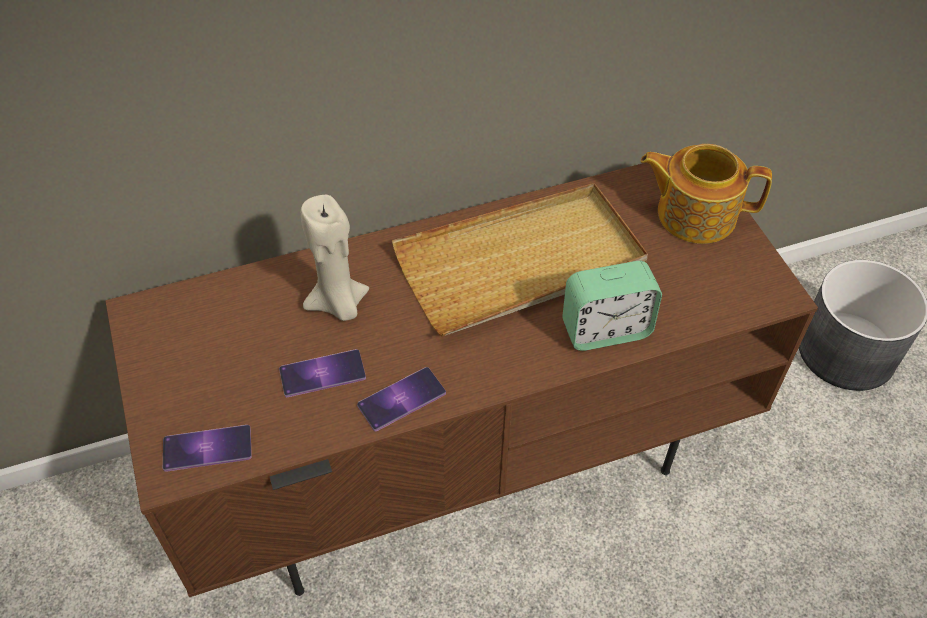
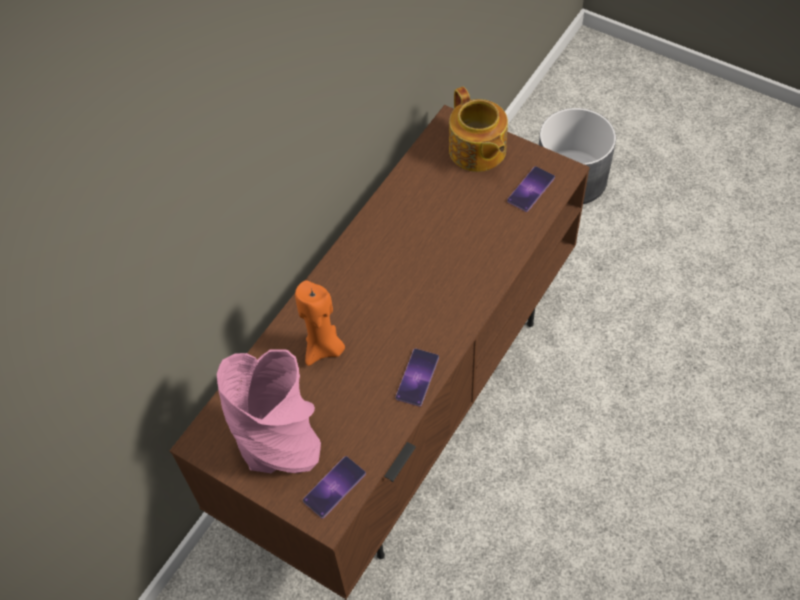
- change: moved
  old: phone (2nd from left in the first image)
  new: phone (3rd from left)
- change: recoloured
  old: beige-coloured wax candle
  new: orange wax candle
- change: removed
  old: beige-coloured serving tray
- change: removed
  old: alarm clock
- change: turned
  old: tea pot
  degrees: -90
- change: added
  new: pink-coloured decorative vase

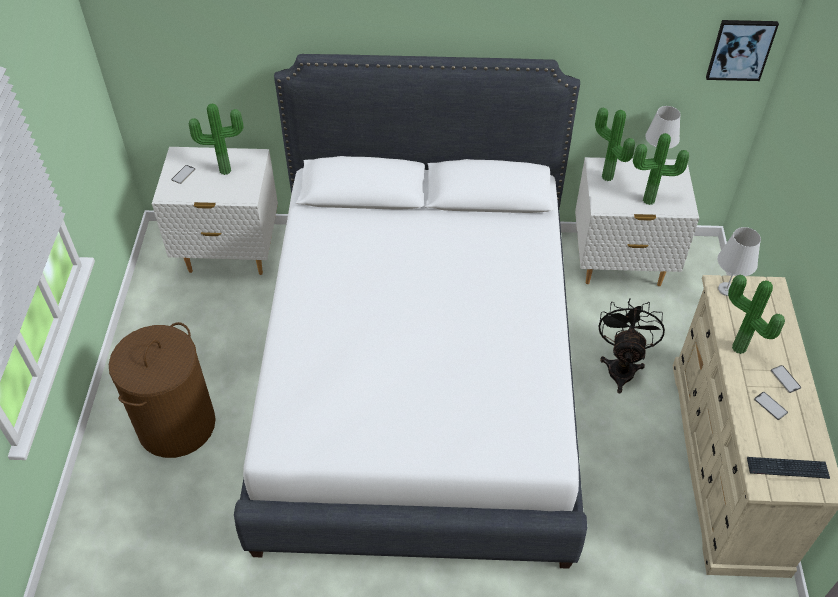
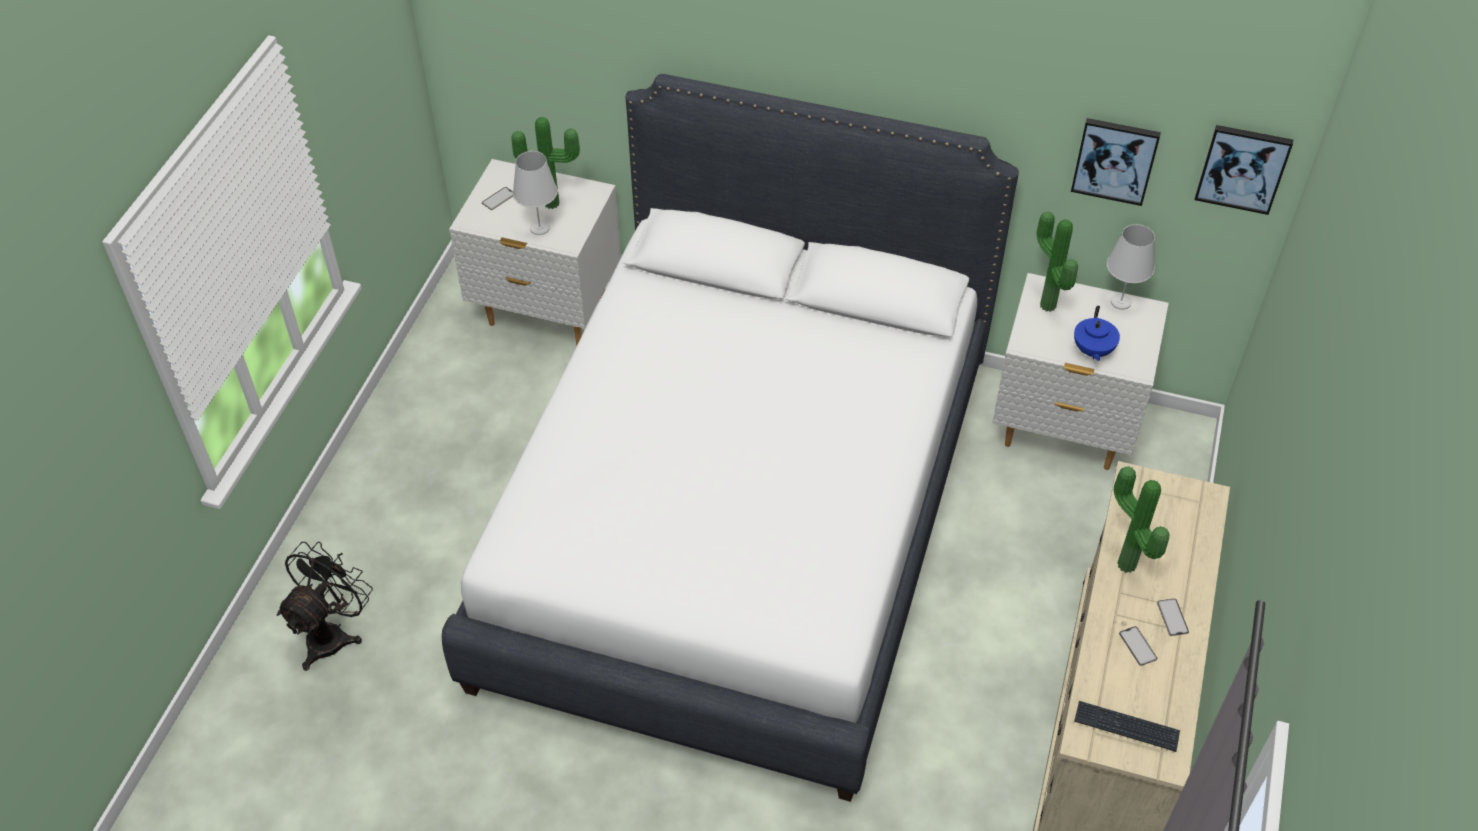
- change: removed
  old: brownish hamper
- change: moved
  old: black cooling fan
- change: replaced
  old: houseplant (3rd from left)
  new: blue tea pot
- change: moved
  old: whitish tabletop lamp (2nd from left in the first image)
  new: whitish tabletop lamp (1st from left)
- change: added
  new: wall picture (1st from left)

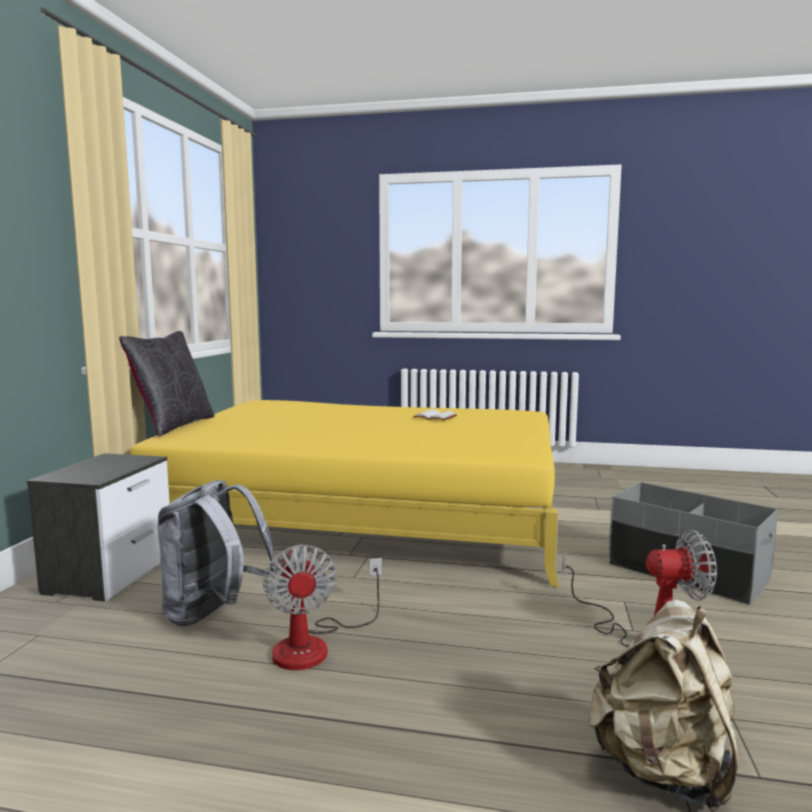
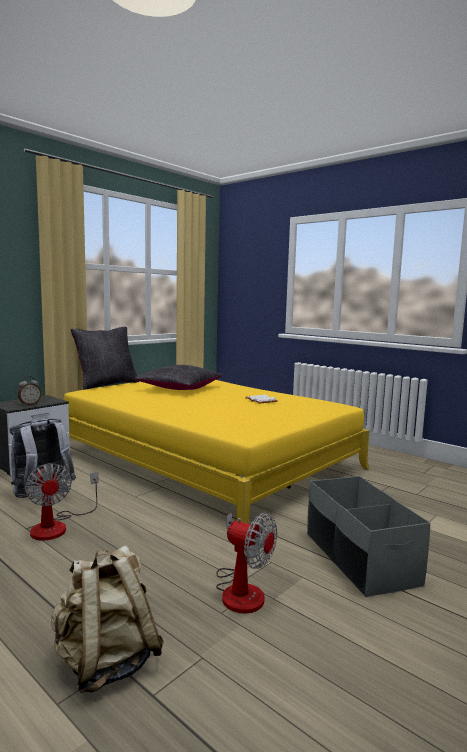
- change: turned
  old: cooling fan (1st from left)
  degrees: -45
- change: added
  new: alarm clock
- change: added
  new: black throw pillow (2nd from left)

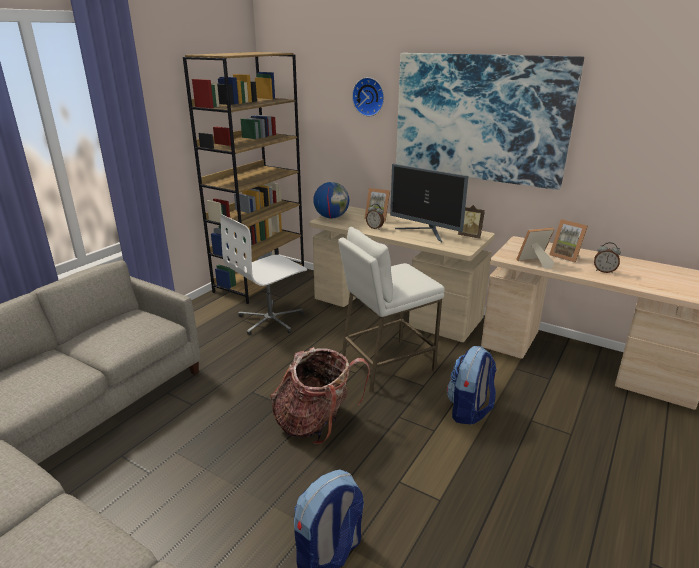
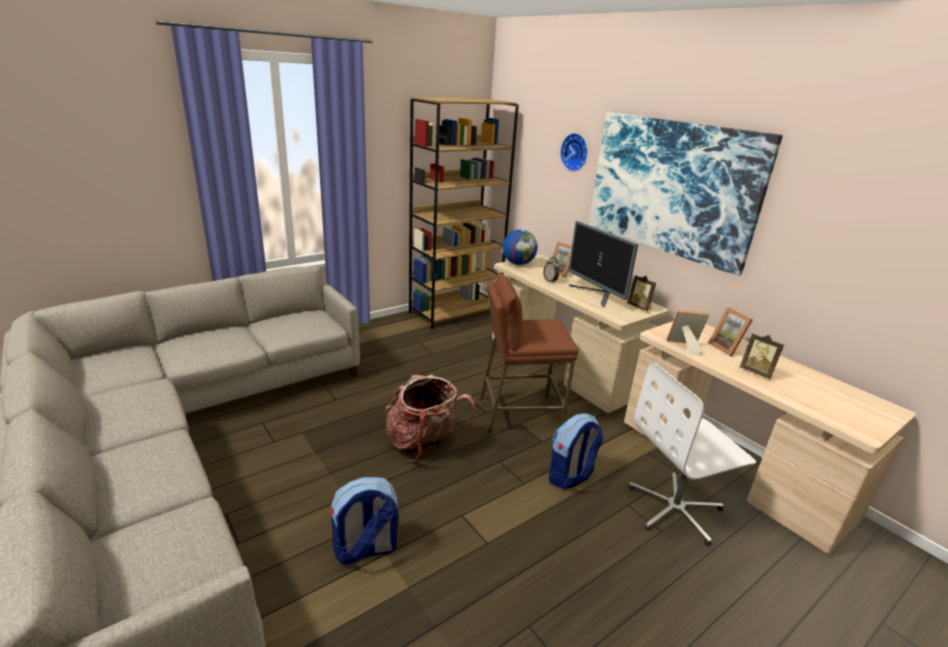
- change: moved
  old: whitish office chair
- change: recoloured
  old: whitish stool seat
  new: brownish stool seat
- change: replaced
  old: alarm clock (2nd from left)
  new: standing frame (5th from left)

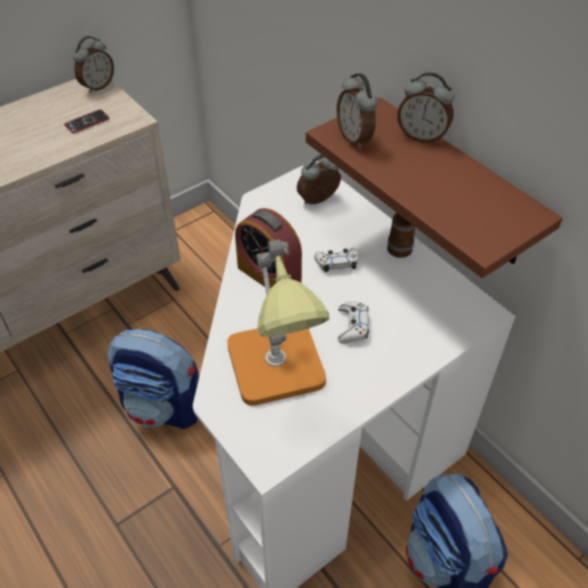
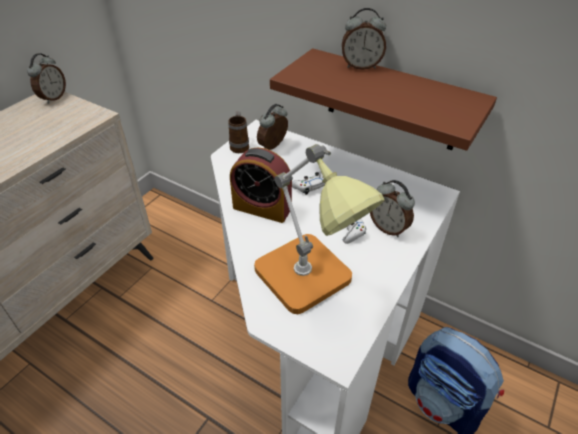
- change: removed
  old: phone
- change: removed
  old: backpack (1st from left)
- change: moved
  old: alarm clock (4th from left in the first image)
  new: alarm clock (5th from left)
- change: moved
  old: mug

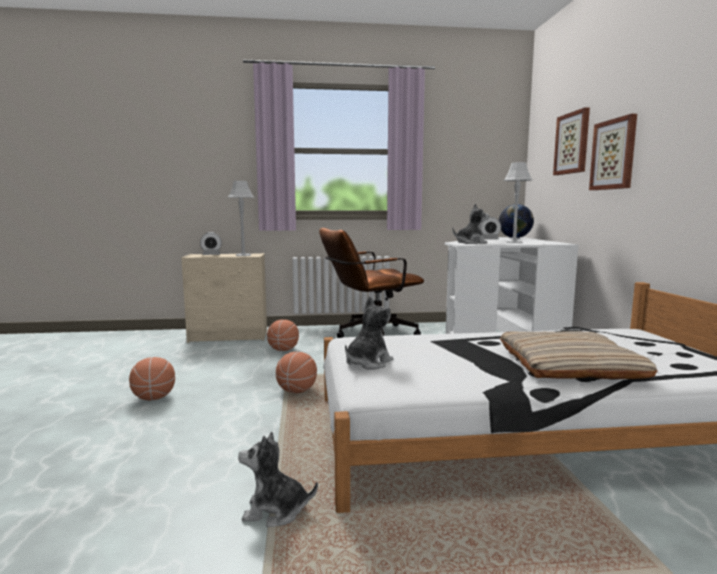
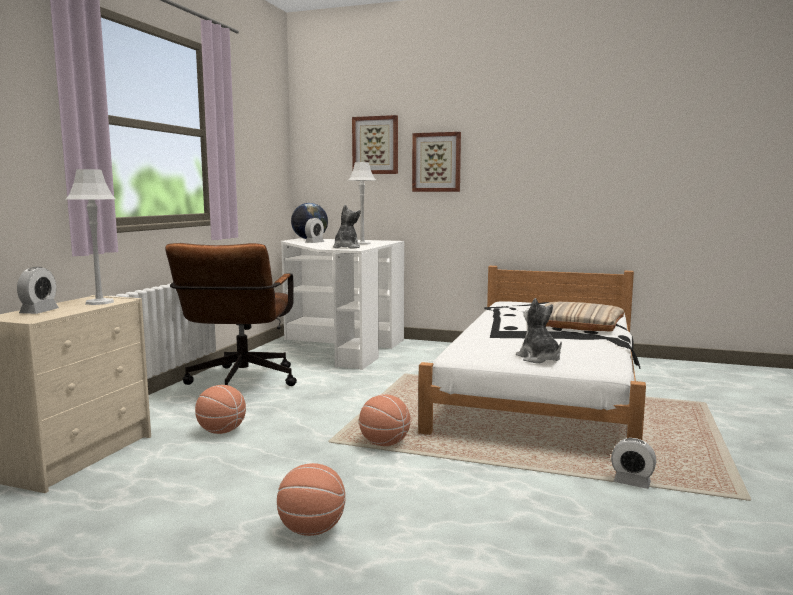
- change: replaced
  old: soft toy (1st from left)
  new: alarm clock (3rd from left)

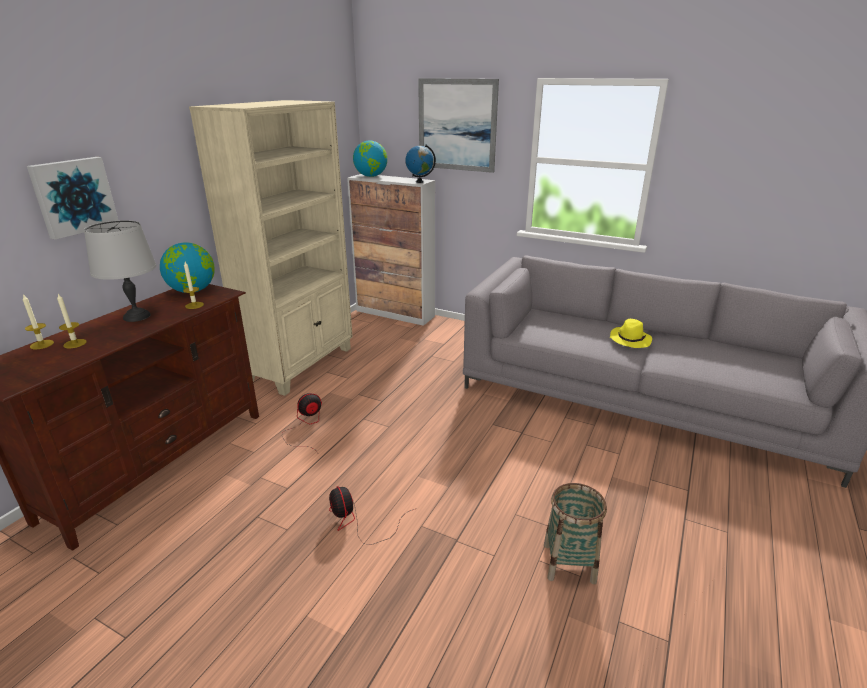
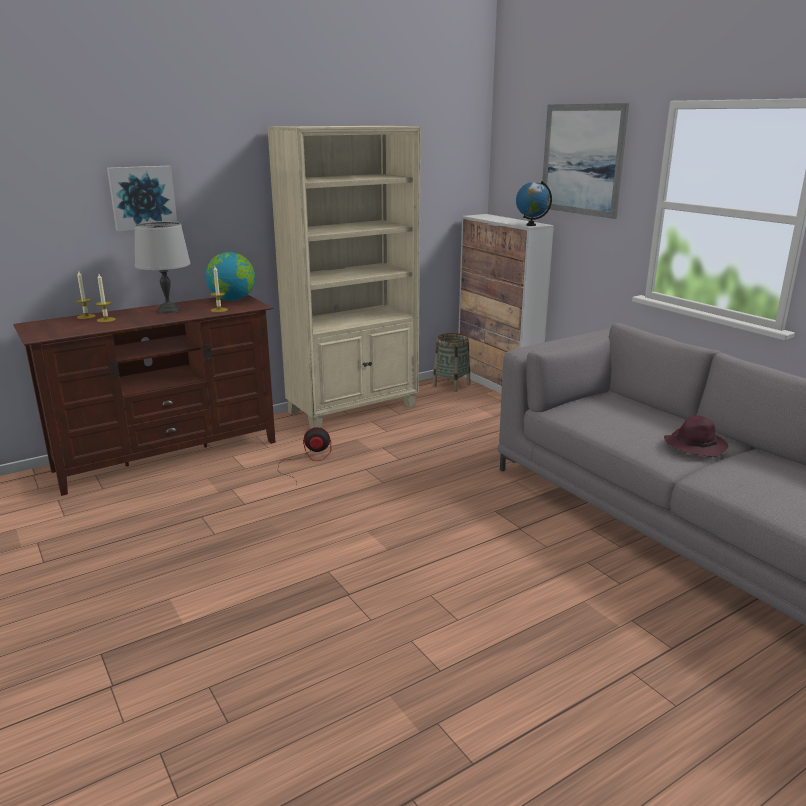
- change: removed
  old: cooling fan (2nd from left)
- change: removed
  old: world globe (2nd from left)
- change: moved
  old: storage basket
- change: recoloured
  old: yellow hat
  new: purple-coloured hat

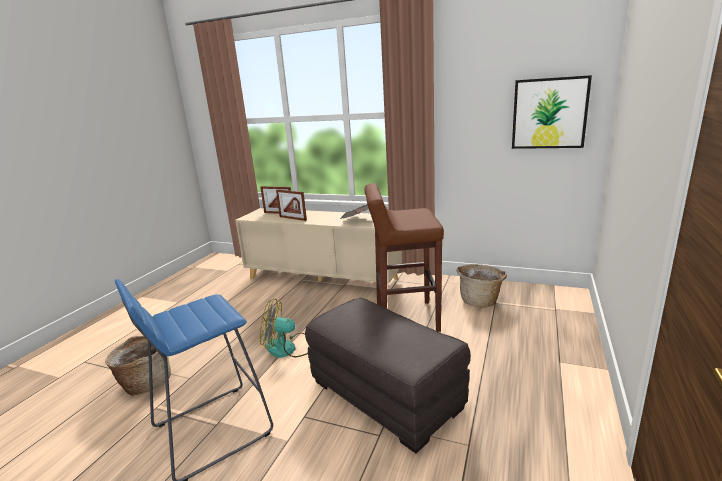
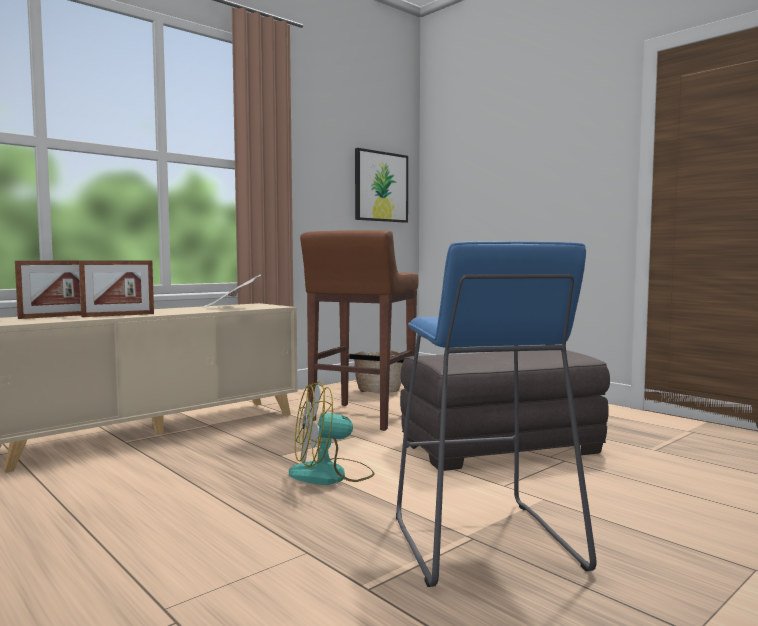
- change: removed
  old: storage basket (1st from left)
- change: turned
  old: cooling fan
  degrees: 45

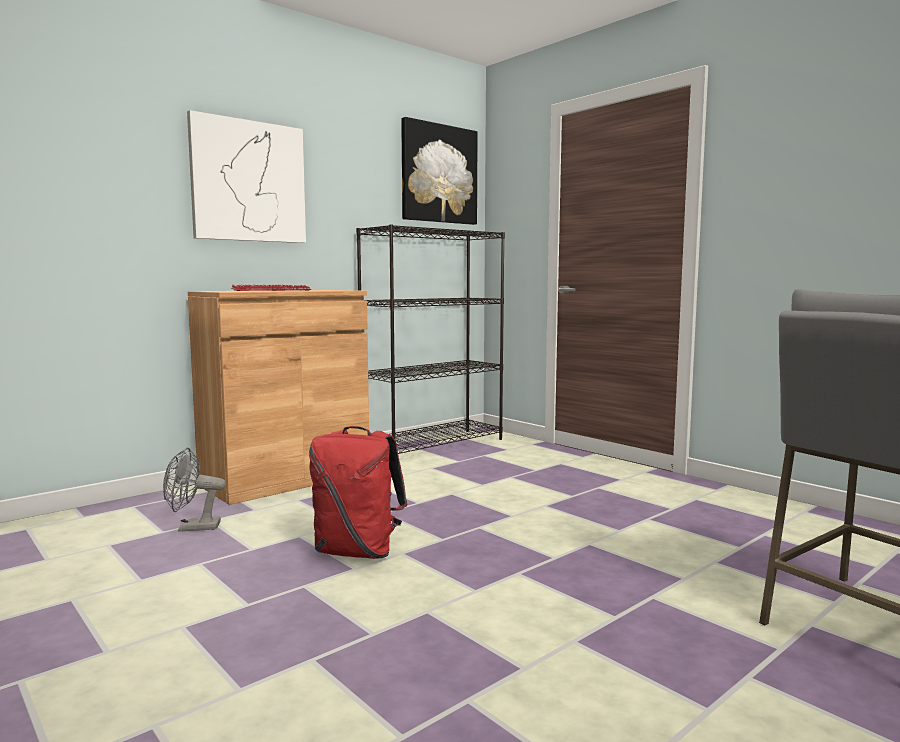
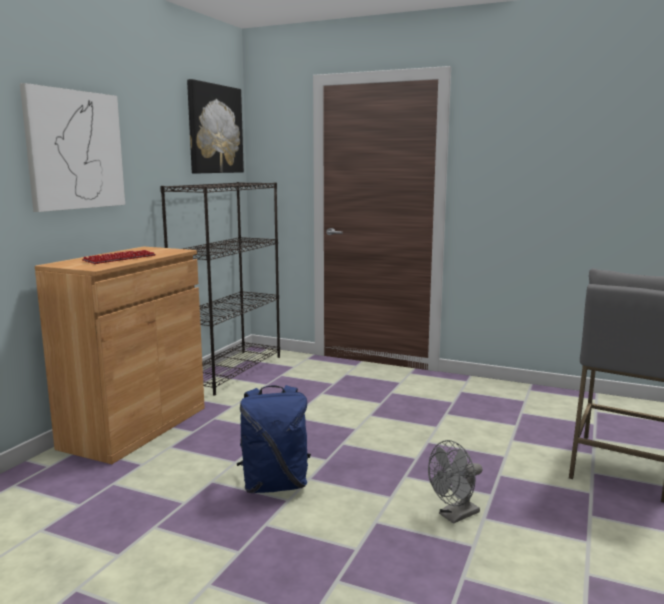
- change: moved
  old: greyish cooling fan
- change: recoloured
  old: red-coloured backpack
  new: blue backpack

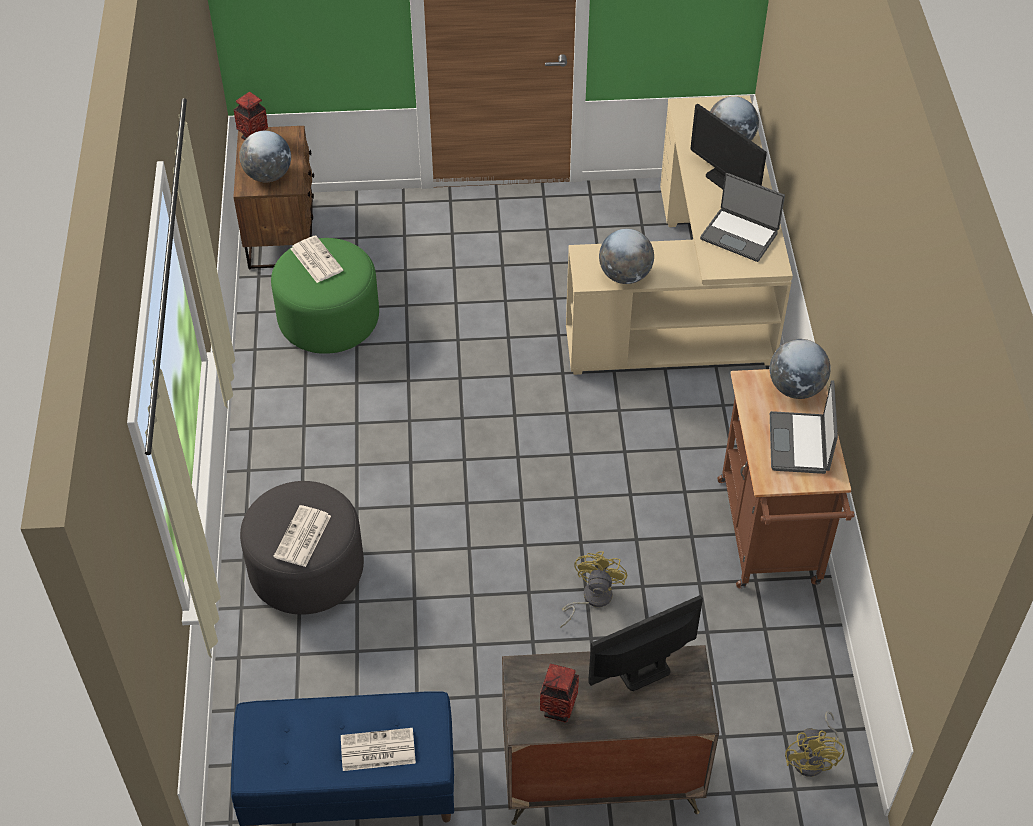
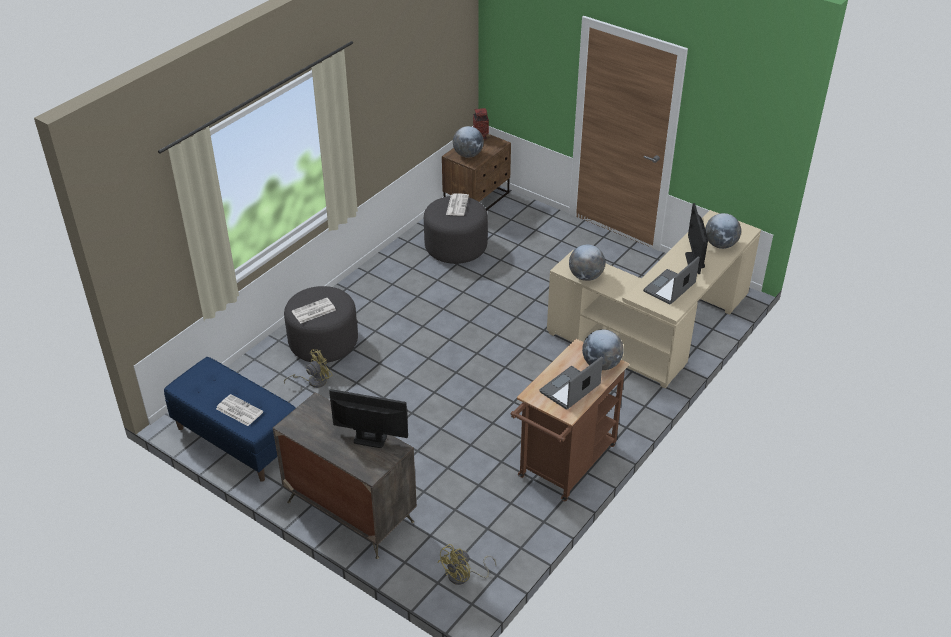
- change: recoloured
  old: green-coloured footrest
  new: greyish footrest (2nd from left)
- change: removed
  old: decorative vase (2nd from left)
- change: moved
  old: yellow cooling fan (1st from left)
- change: turned
  old: portable computer (1st from left in the first image)
  degrees: 60

